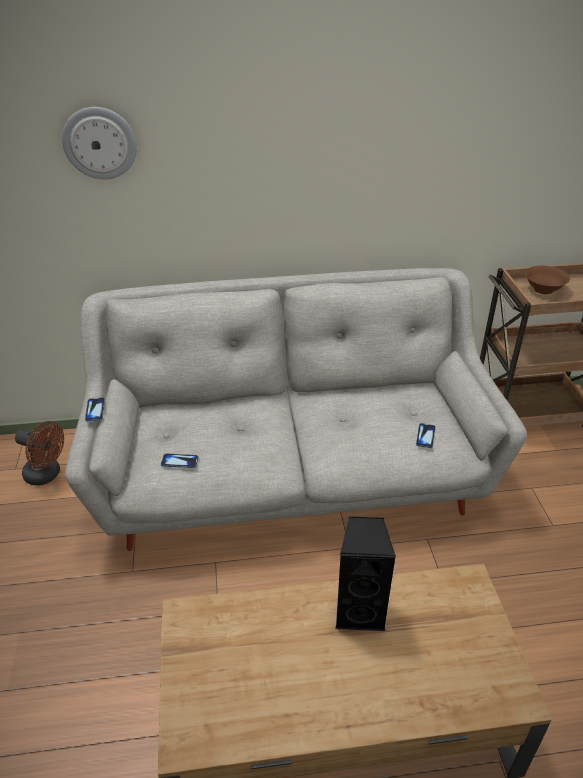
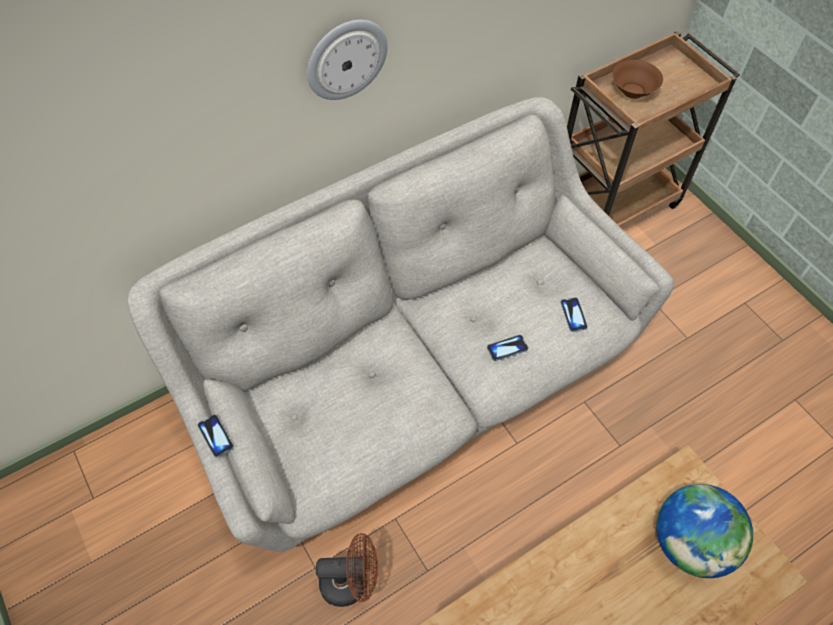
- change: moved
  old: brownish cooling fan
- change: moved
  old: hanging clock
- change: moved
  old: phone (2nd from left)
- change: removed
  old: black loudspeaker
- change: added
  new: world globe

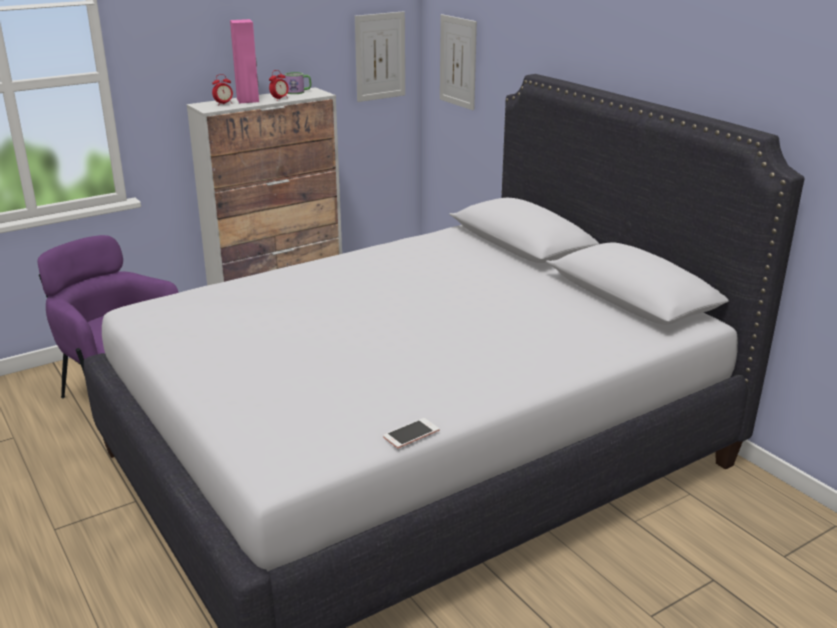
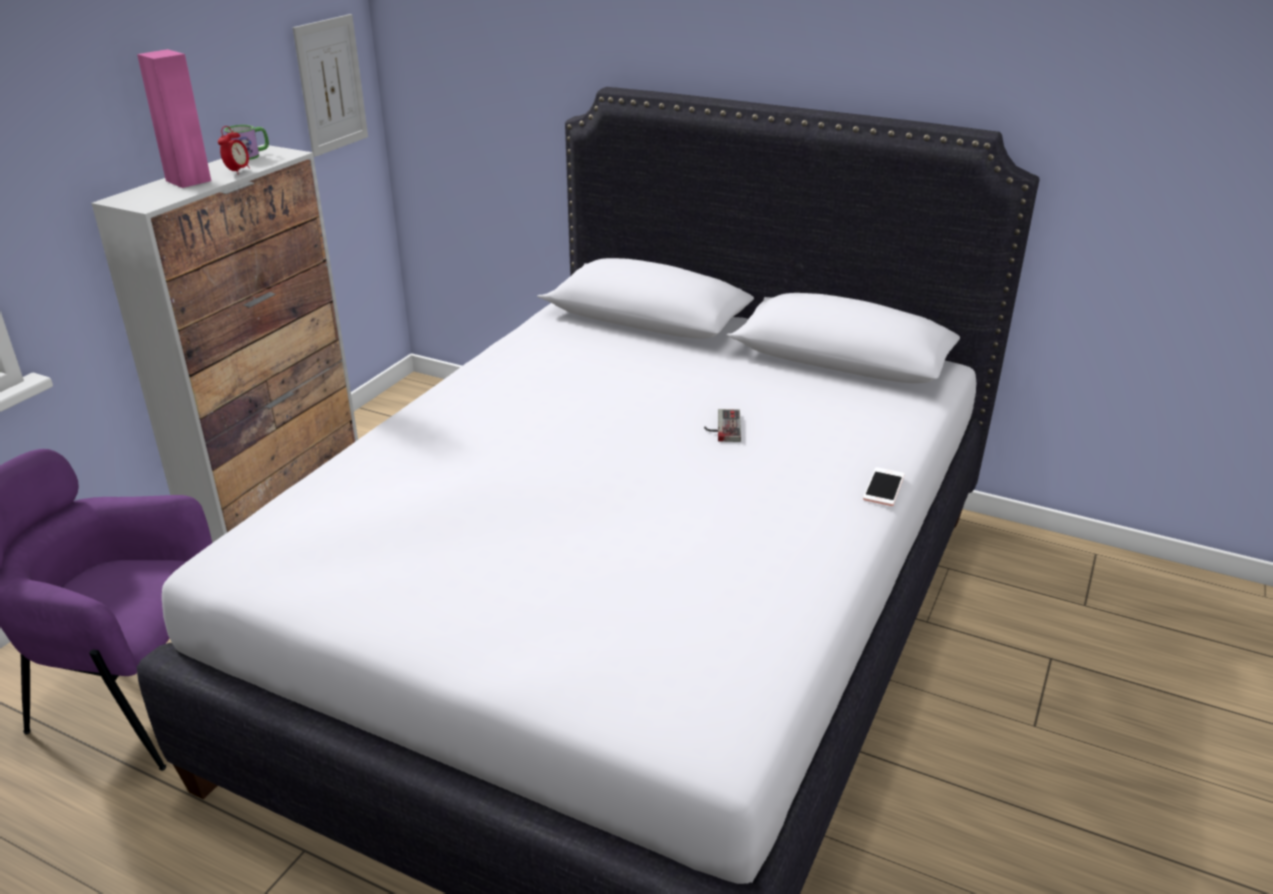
- change: removed
  old: alarm clock (1st from left)
- change: moved
  old: phone
- change: removed
  old: wall picture (2nd from left)
- change: added
  new: gamepad

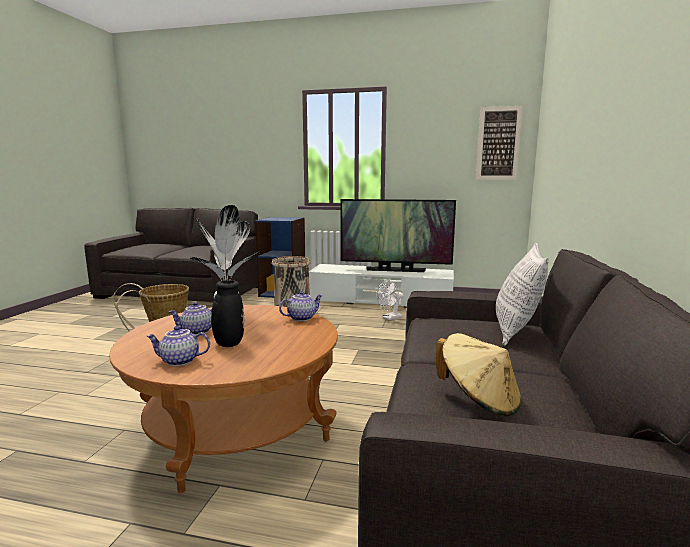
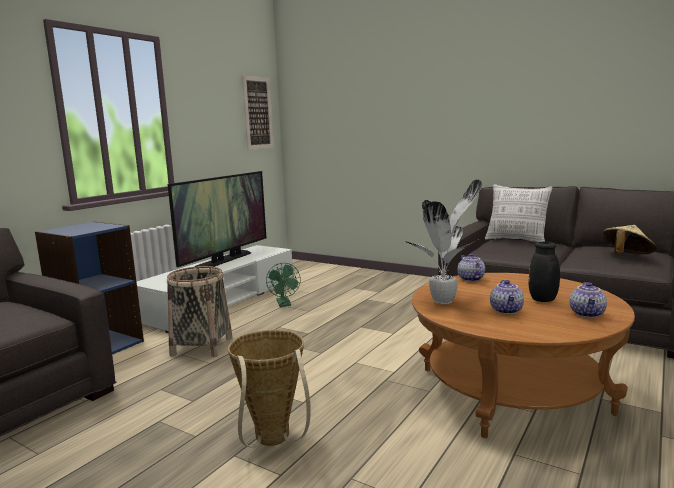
- change: recoloured
  old: whitish cooling fan
  new: green-coloured cooling fan

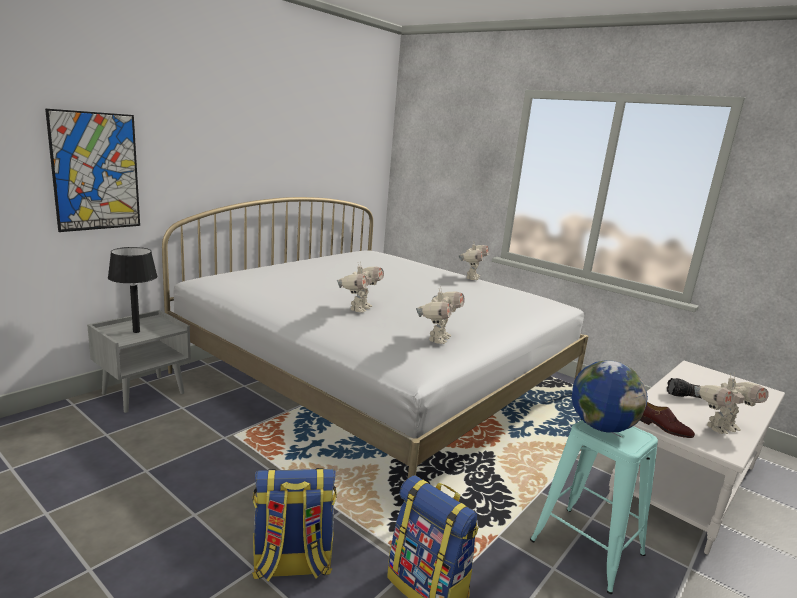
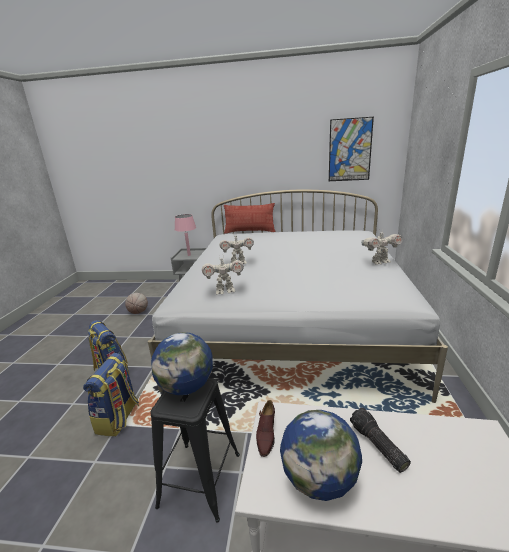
- change: moved
  old: wall picture
- change: recoloured
  old: black tabletop lamp
  new: pink-coloured tabletop lamp
- change: recoloured
  old: blue-green stool seat
  new: black stool seat
- change: replaced
  old: robot figure (4th from left)
  new: world globe (2nd from left)
- change: added
  new: basketball
- change: added
  new: throw pillow

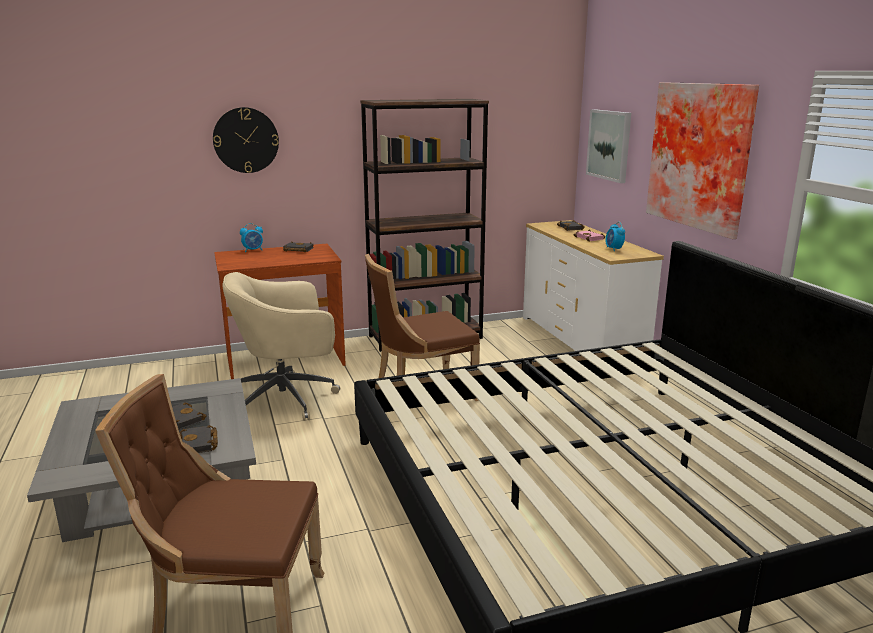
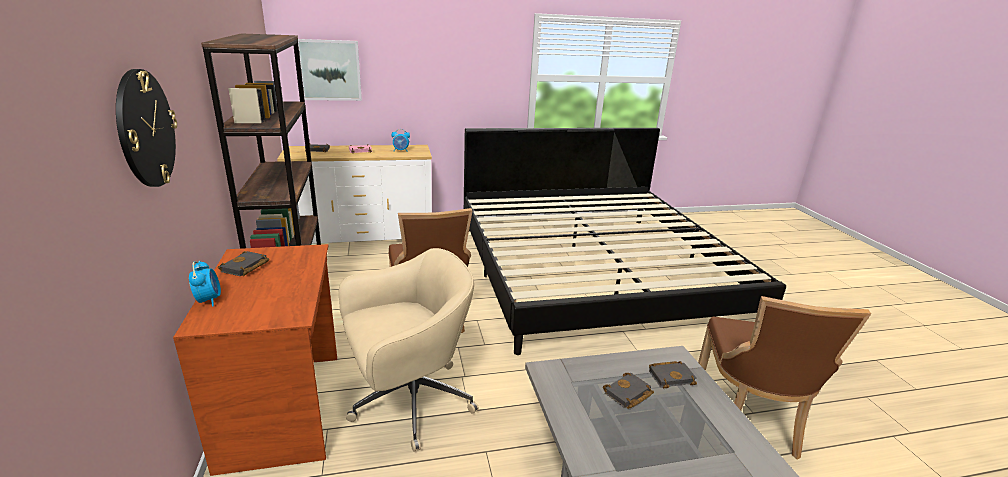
- change: turned
  old: beige-coloured office chair
  degrees: -105
- change: removed
  old: wall picture (2nd from left)

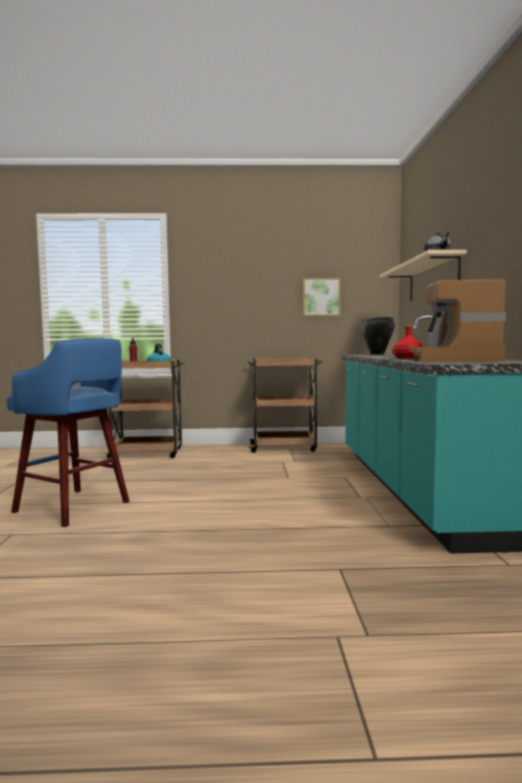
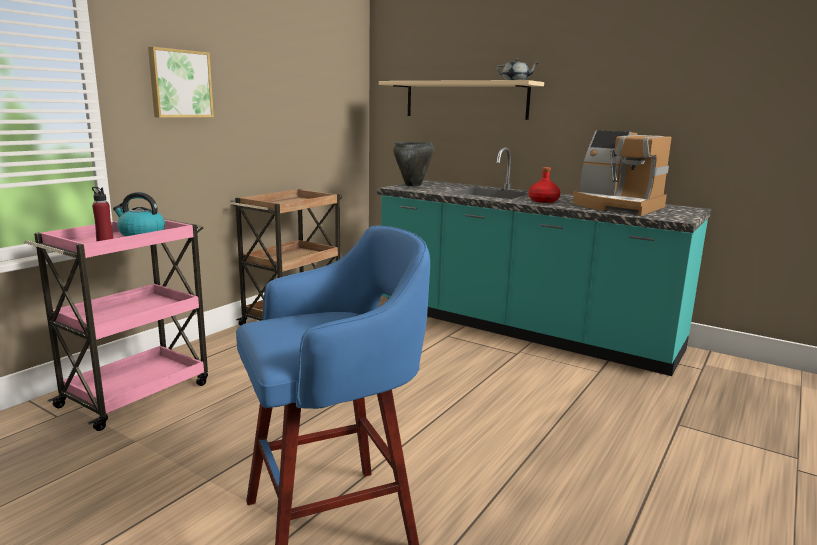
- change: recoloured
  old: brownish cart (1st from left)
  new: pink-coloured cart
- change: moved
  old: wall picture

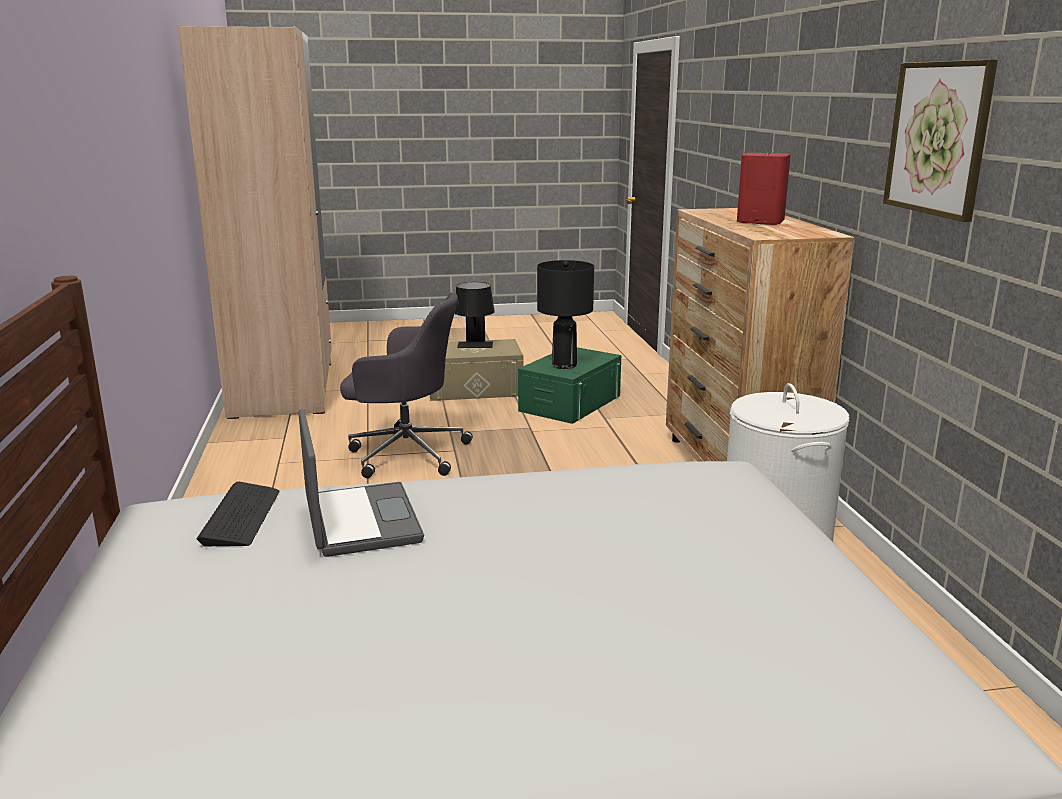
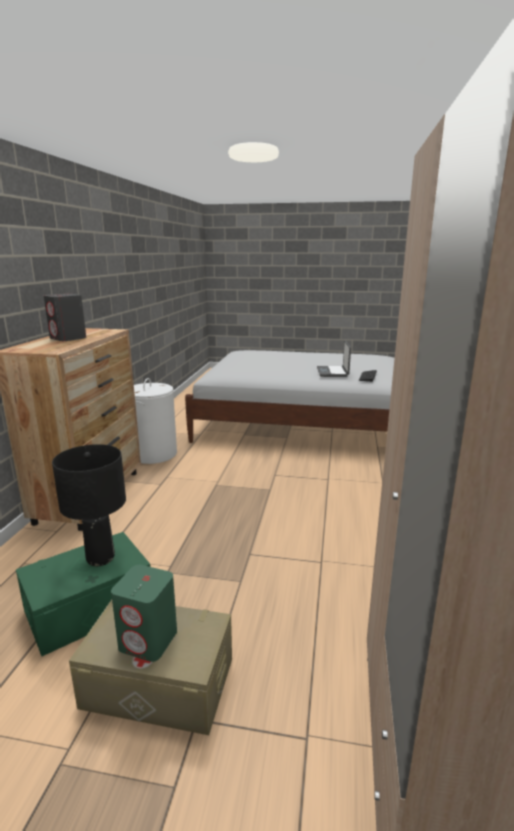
- change: removed
  old: greyish office chair
- change: replaced
  old: black tabletop lamp (1st from left)
  new: green-coloured loudspeaker
- change: recoloured
  old: red-coloured loudspeaker
  new: greyish loudspeaker
- change: removed
  old: wall picture

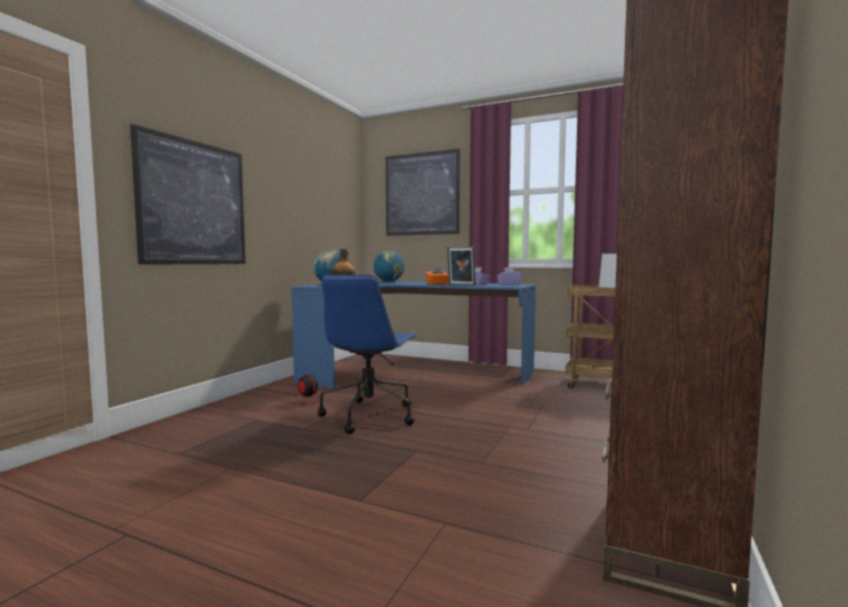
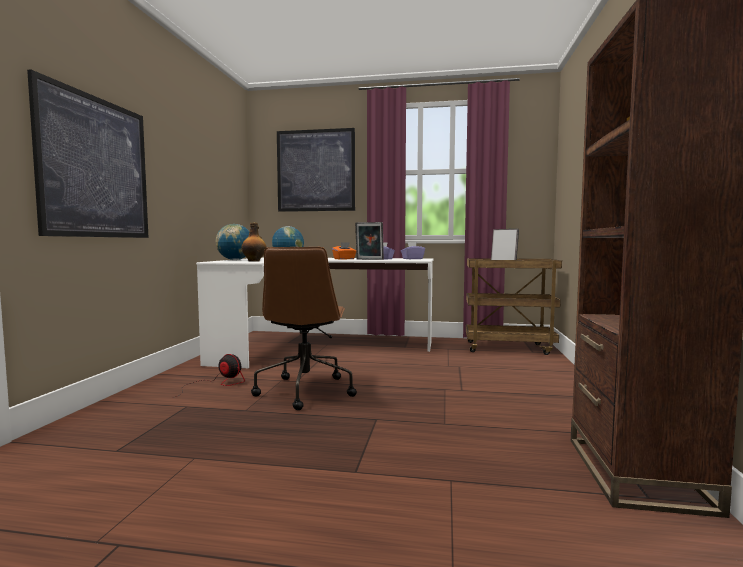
- change: recoloured
  old: blue desk table
  new: whitish desk table
- change: recoloured
  old: blue office chair
  new: brownish office chair

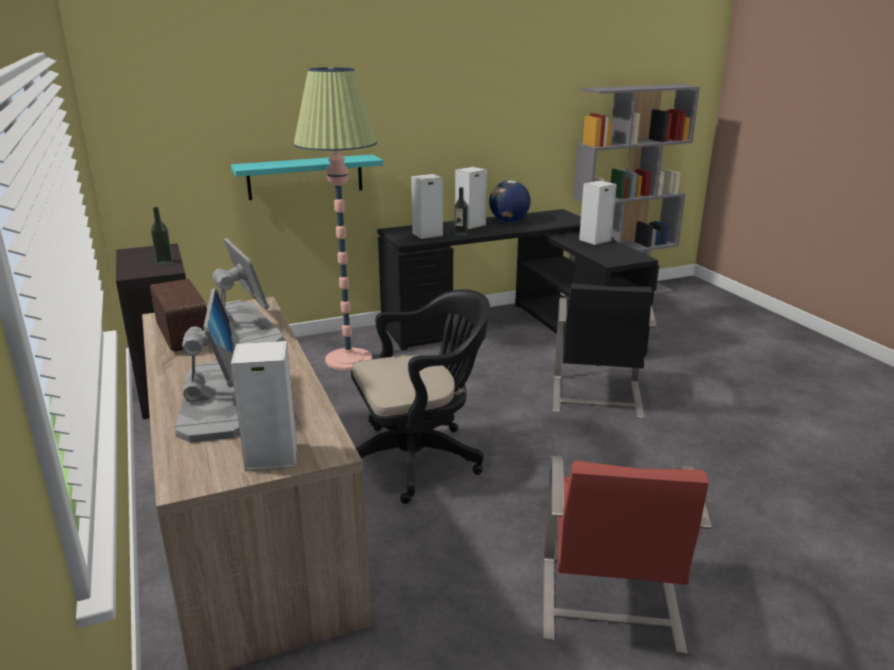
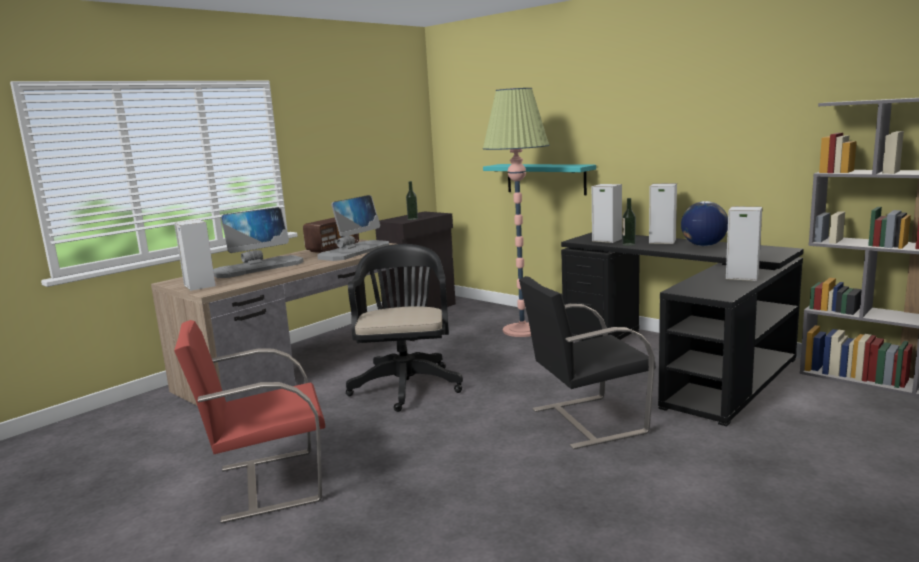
- change: turned
  old: black office chair
  degrees: -135

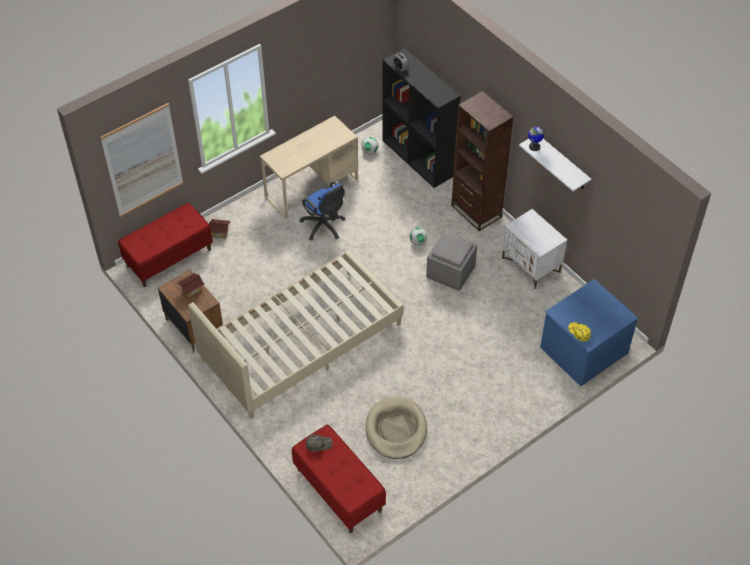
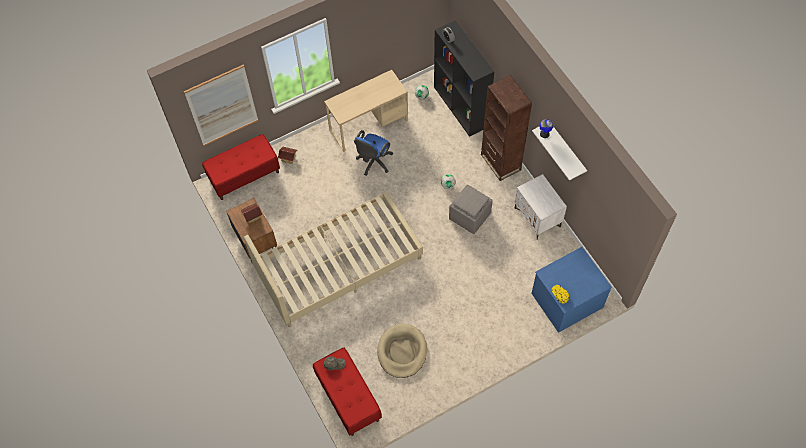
- change: turned
  old: blue office chair
  degrees: 60

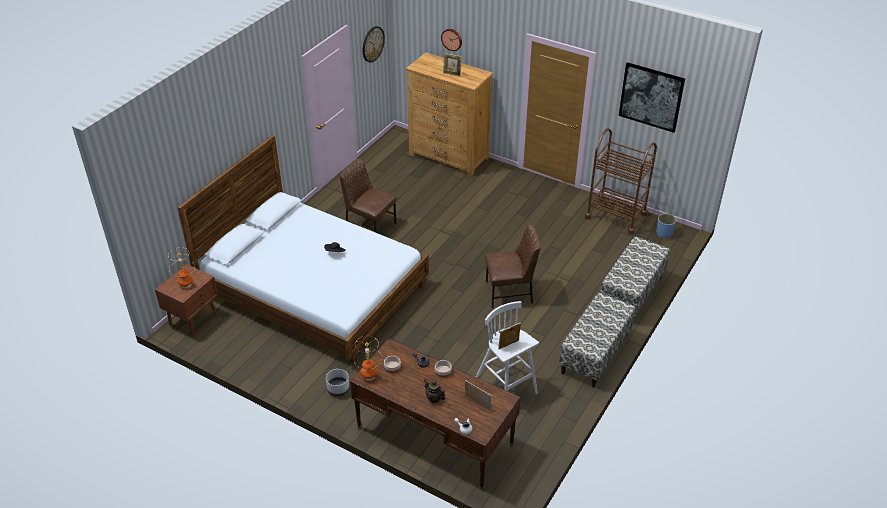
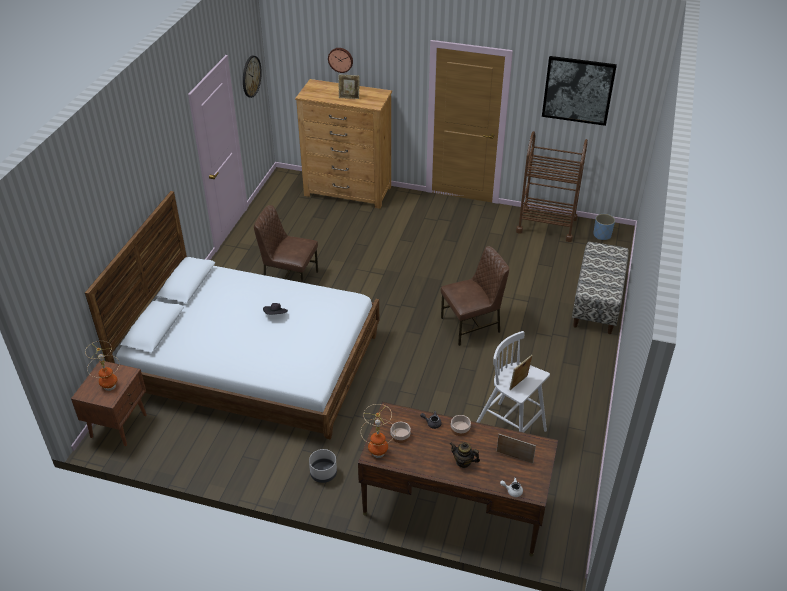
- change: removed
  old: long seat (1st from left)

